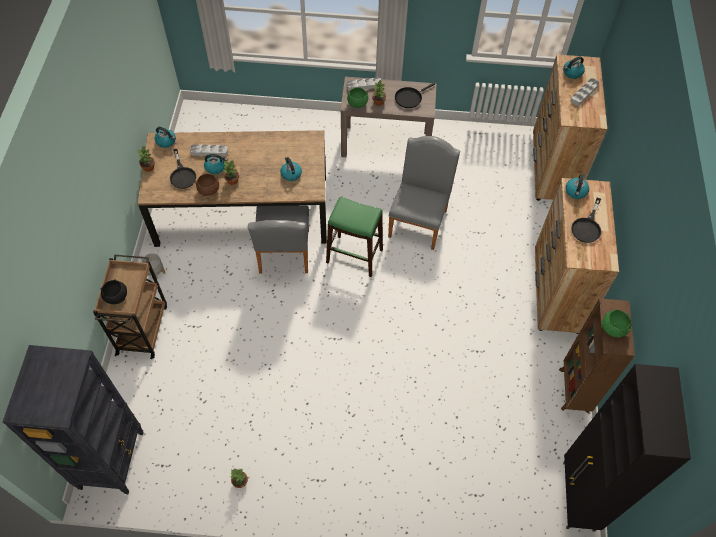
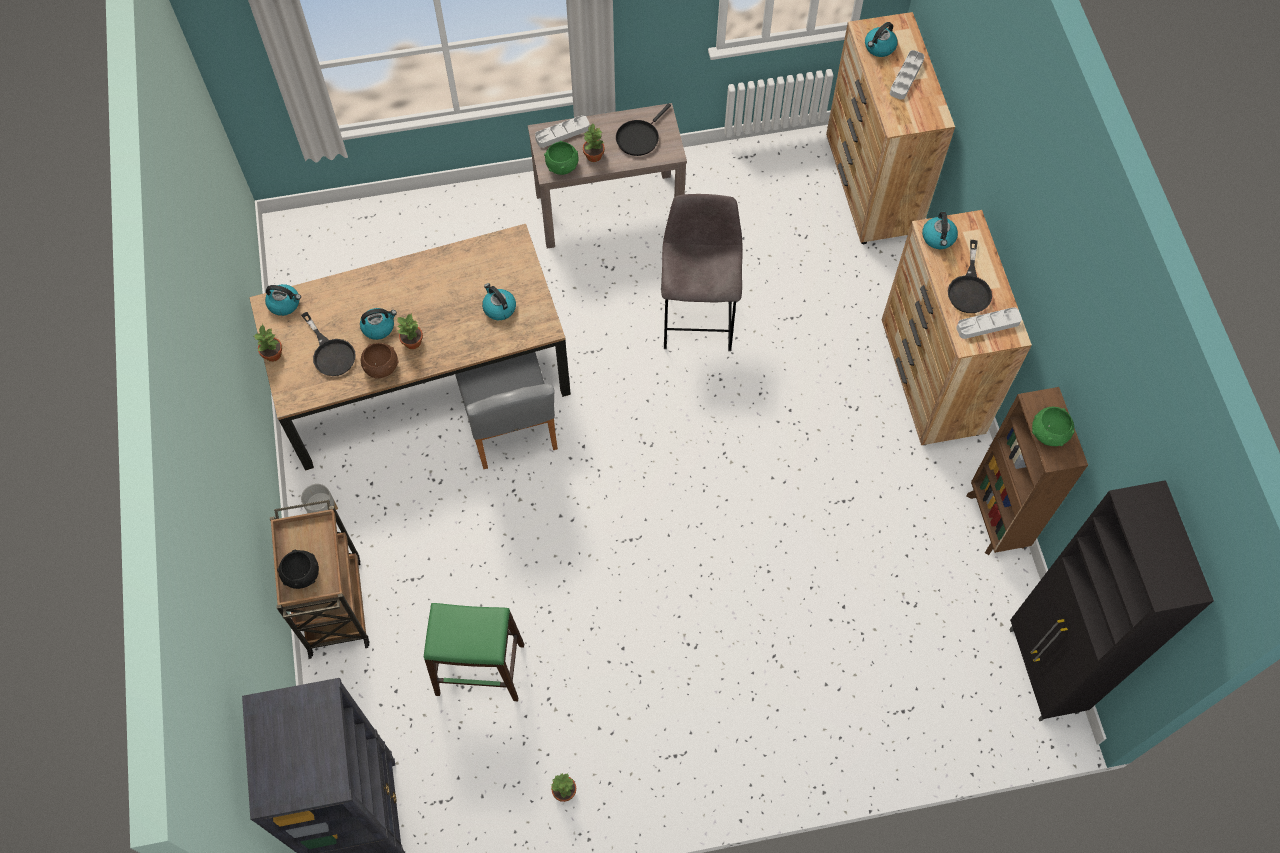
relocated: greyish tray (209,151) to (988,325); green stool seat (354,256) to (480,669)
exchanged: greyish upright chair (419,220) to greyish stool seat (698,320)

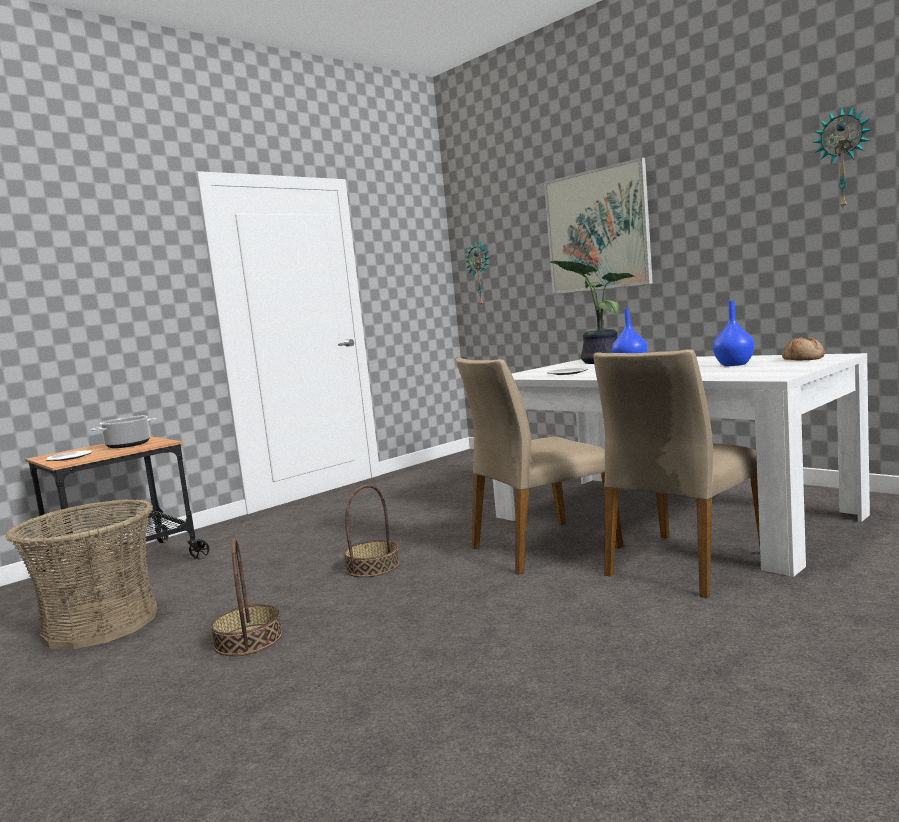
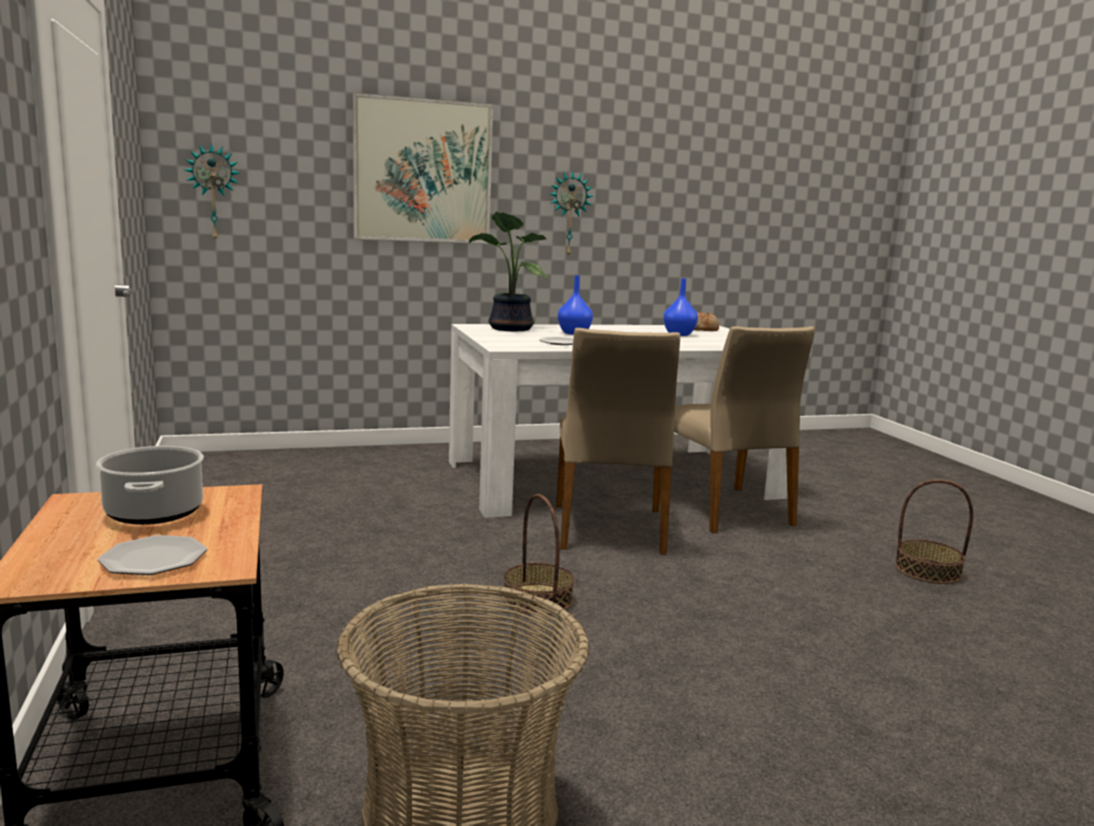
relocated: basket (248,640) to (928,571); wall clock (843,159) to (569,214)

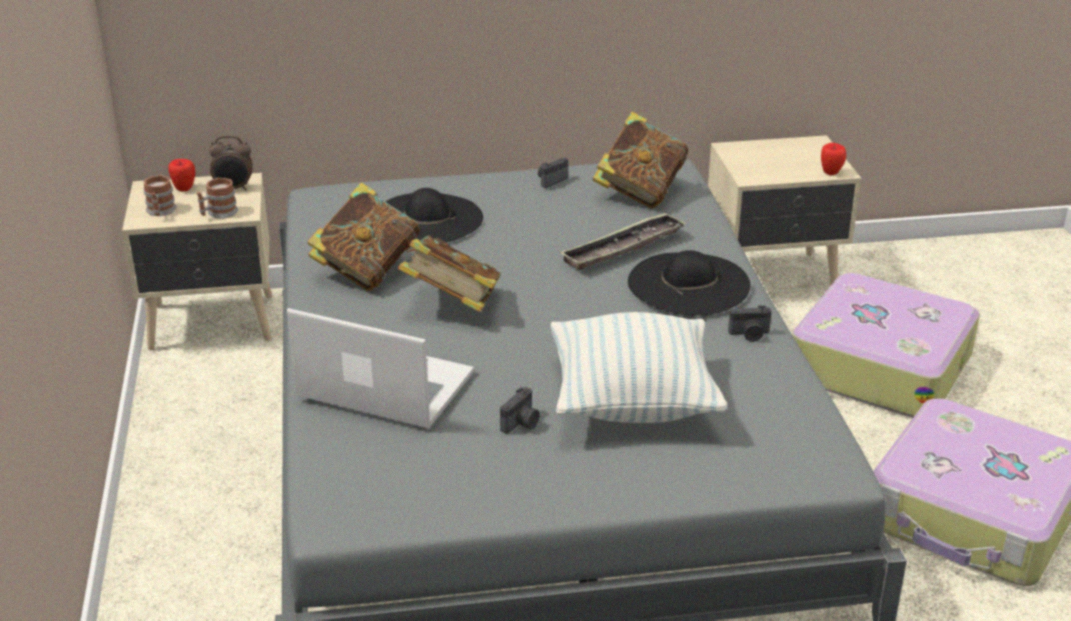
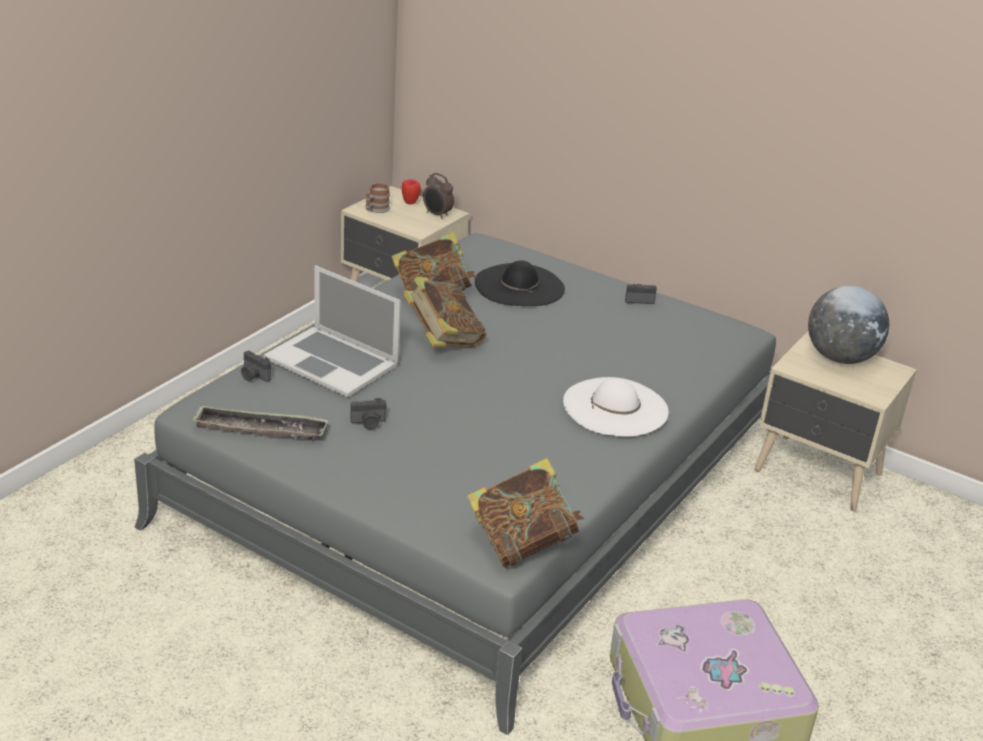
missing: coffee mug (218,213); cushion (632,402); travel case (879,365); apple (831,172)
appeared: desk globe (840,358)
relocated: tray (623,248) to (260,429); volume (640,192) to (522,544); photo camera (750,335) to (253,376)
colour: black wearable hat (688,283) to white-coloured wearable hat (615,407)
spun: laptop (385,385) = (332,361) 150 degrees clockwise

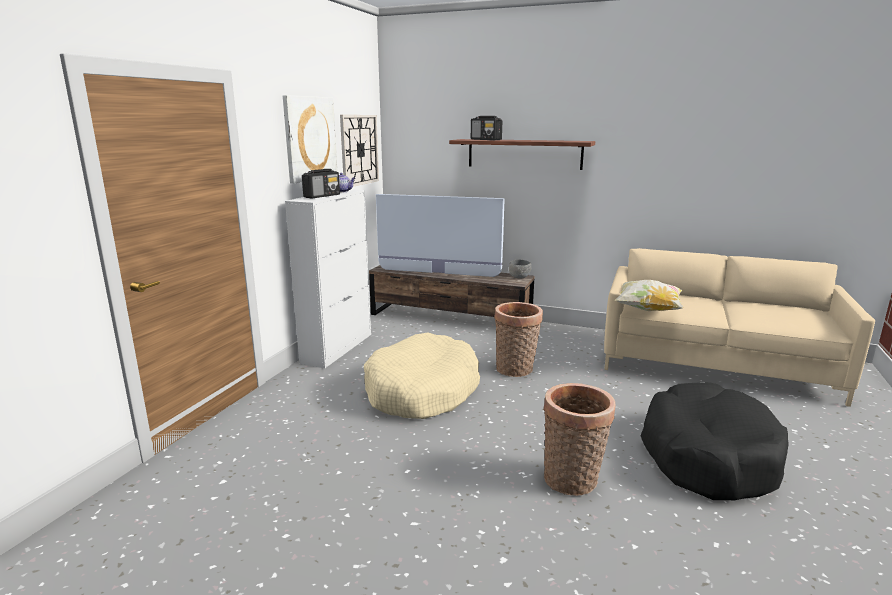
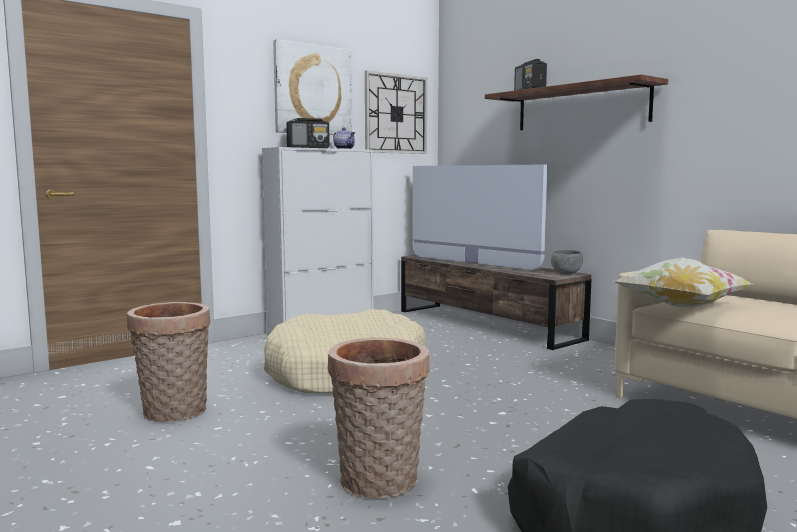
relocated: basket (516,370) to (174,414)

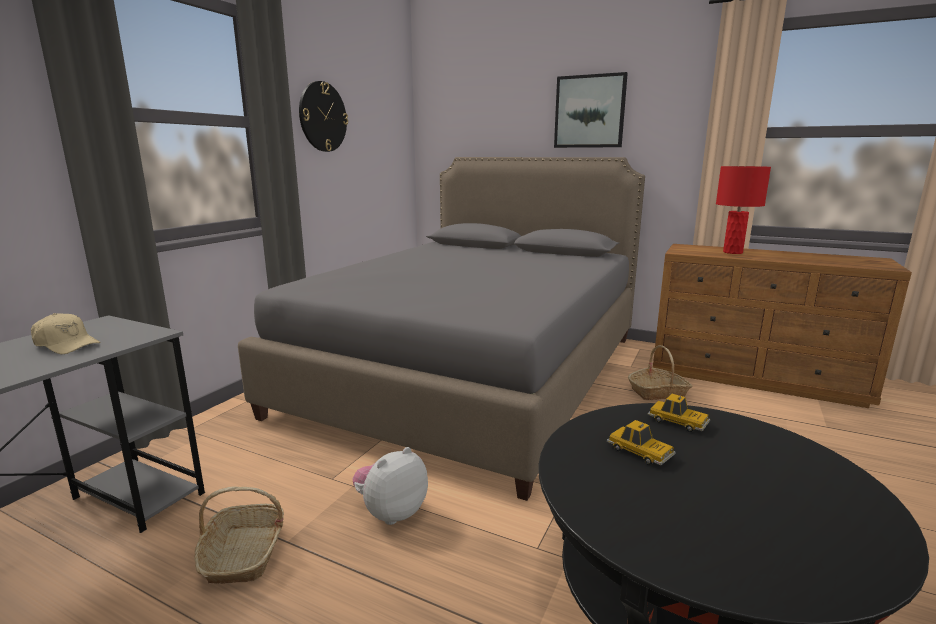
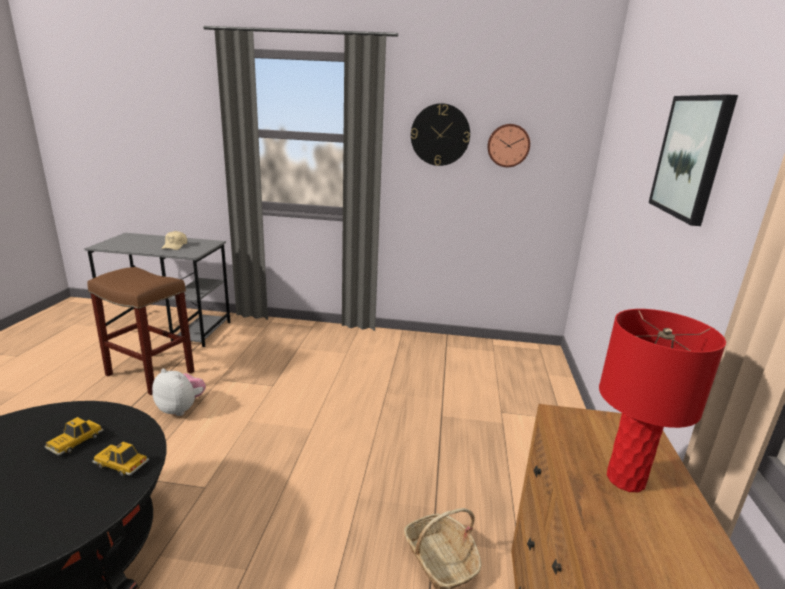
missing: greyish bedroom bed (472,373)
appeared: wall clock (508,145)
exchanged: basket (244,554) to brown-coloured stool seat (149,373)
spun: miniature car (677,422) = (121,464) 90 degrees clockwise

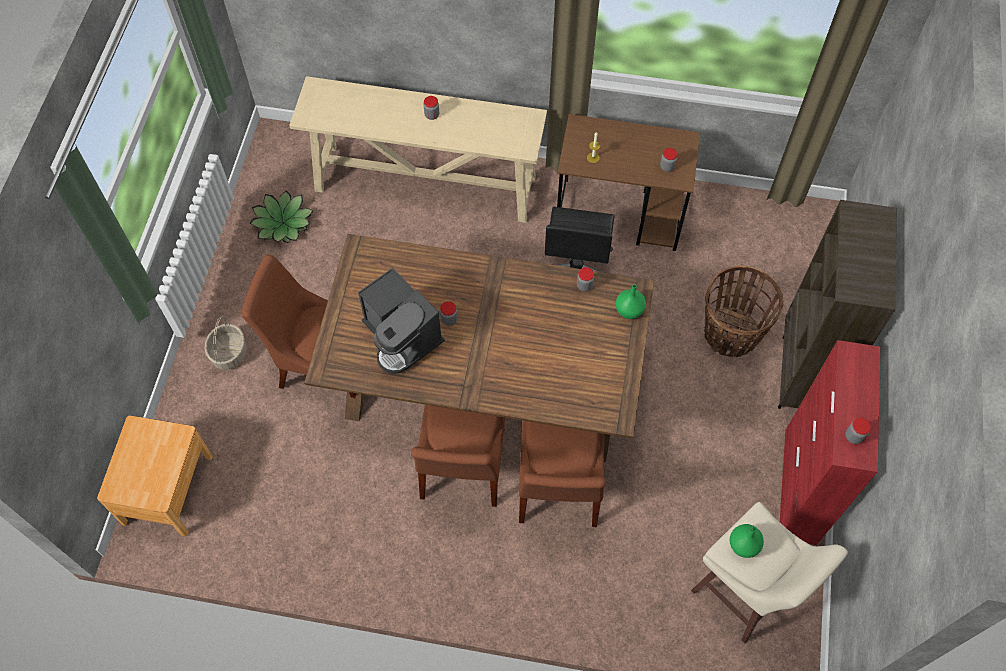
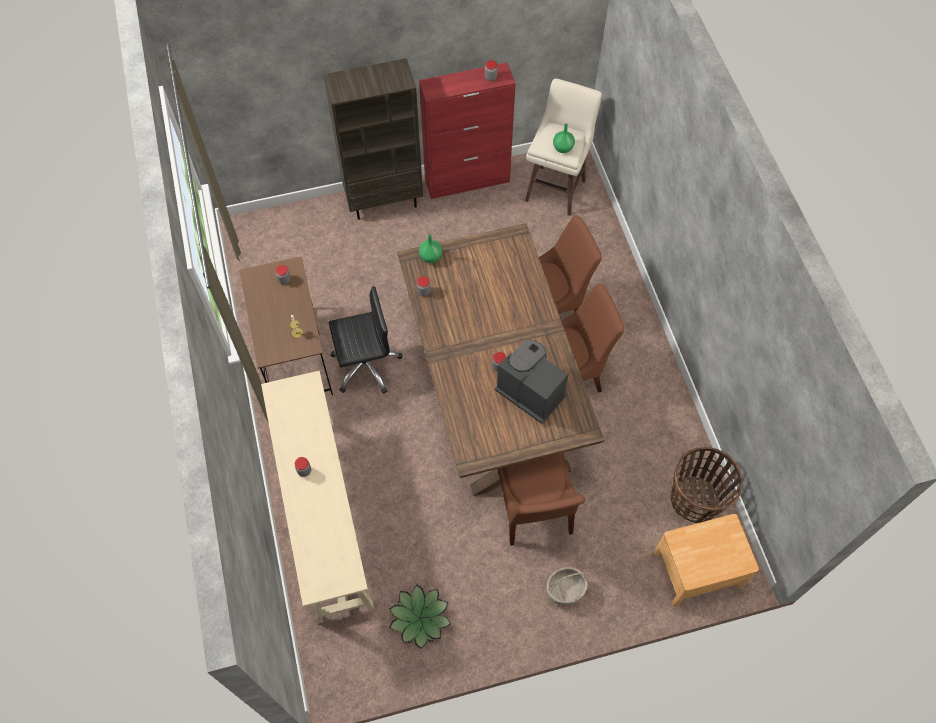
relocated: basket (731,334) to (695,500)
spun: coffee machine (402,337) = (530,391) 75 degrees counterclockwise

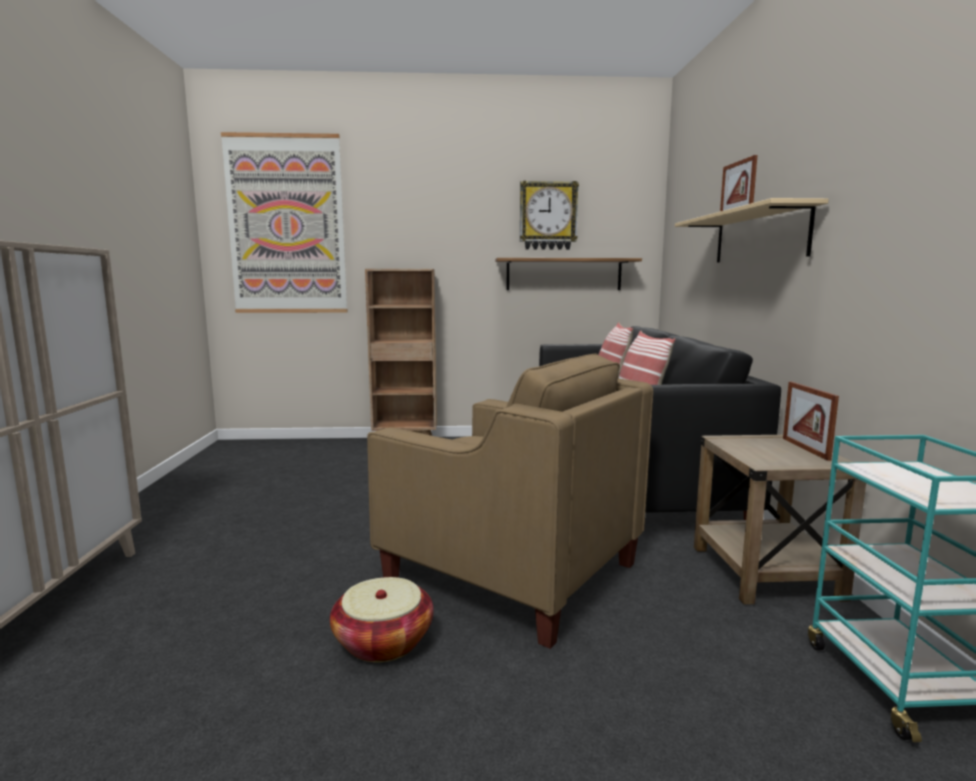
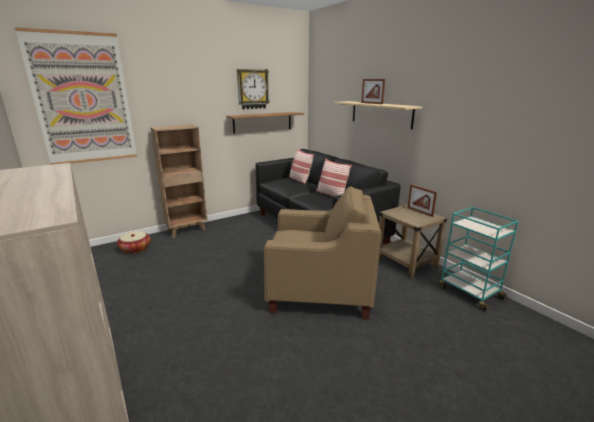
relocated: basket (383,641) to (135,249)

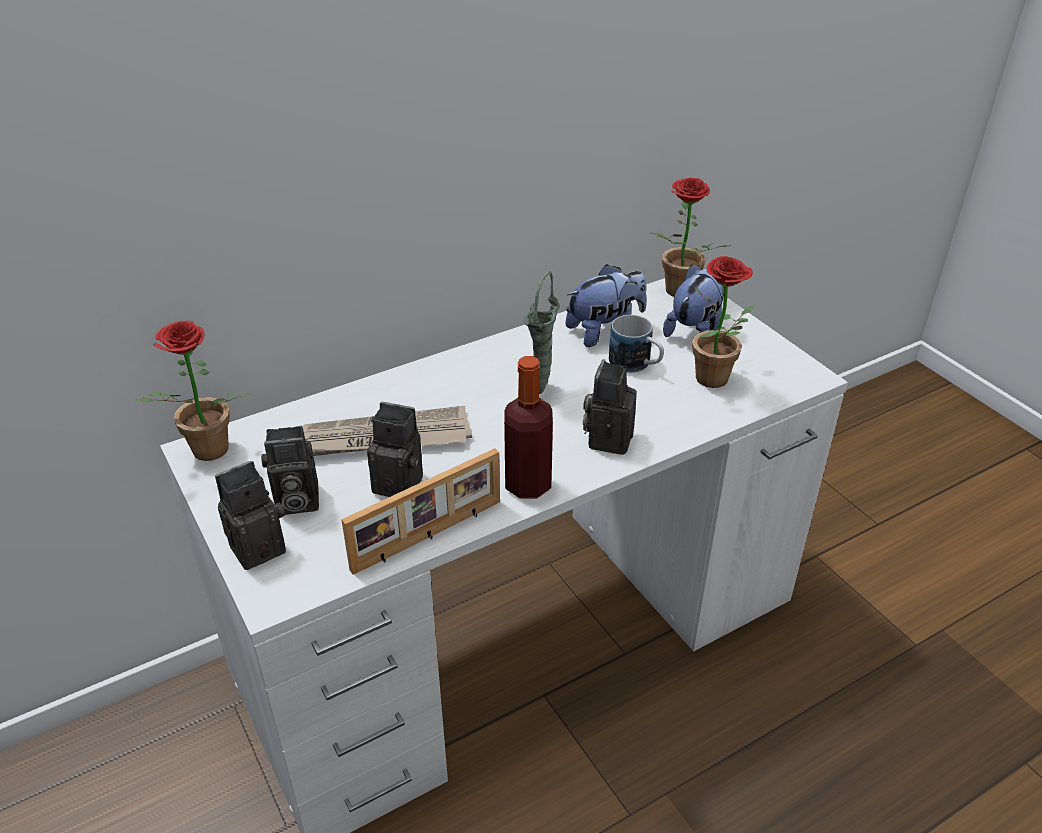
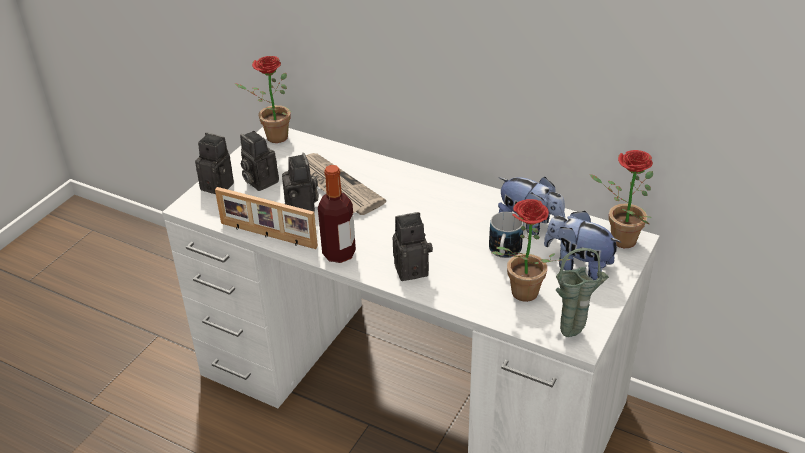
relocated: green vase (542,387) to (574,334)
spun: soft toy (696,330) = (578,266) 150 degrees counterclockwise

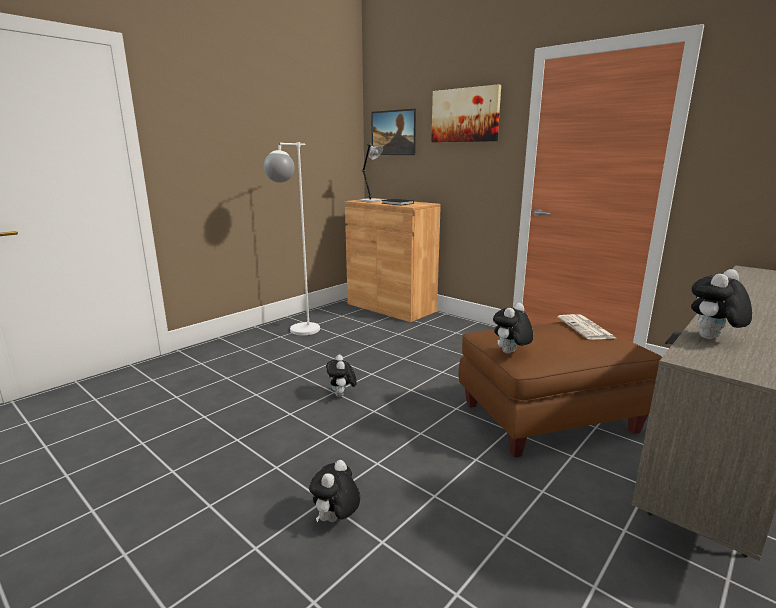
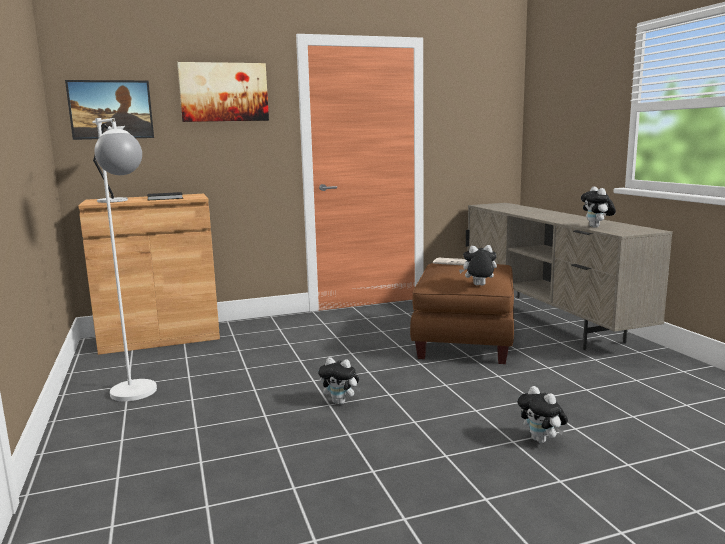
spun: soft toy (510,353) = (478,285) 105 degrees clockwise

